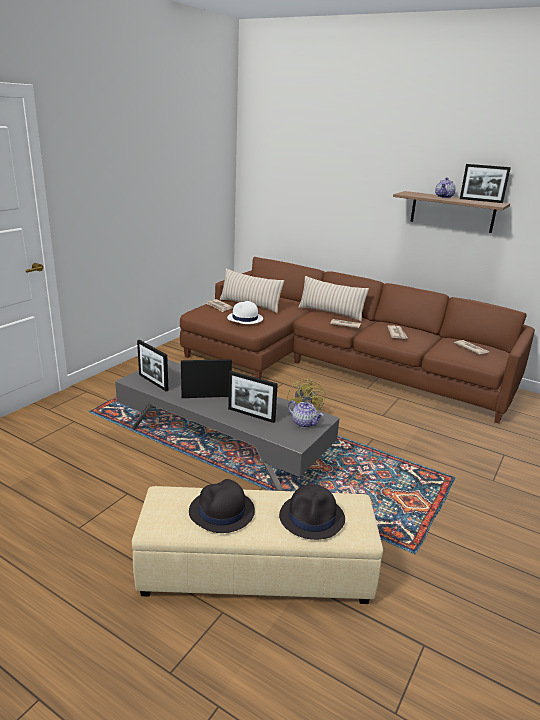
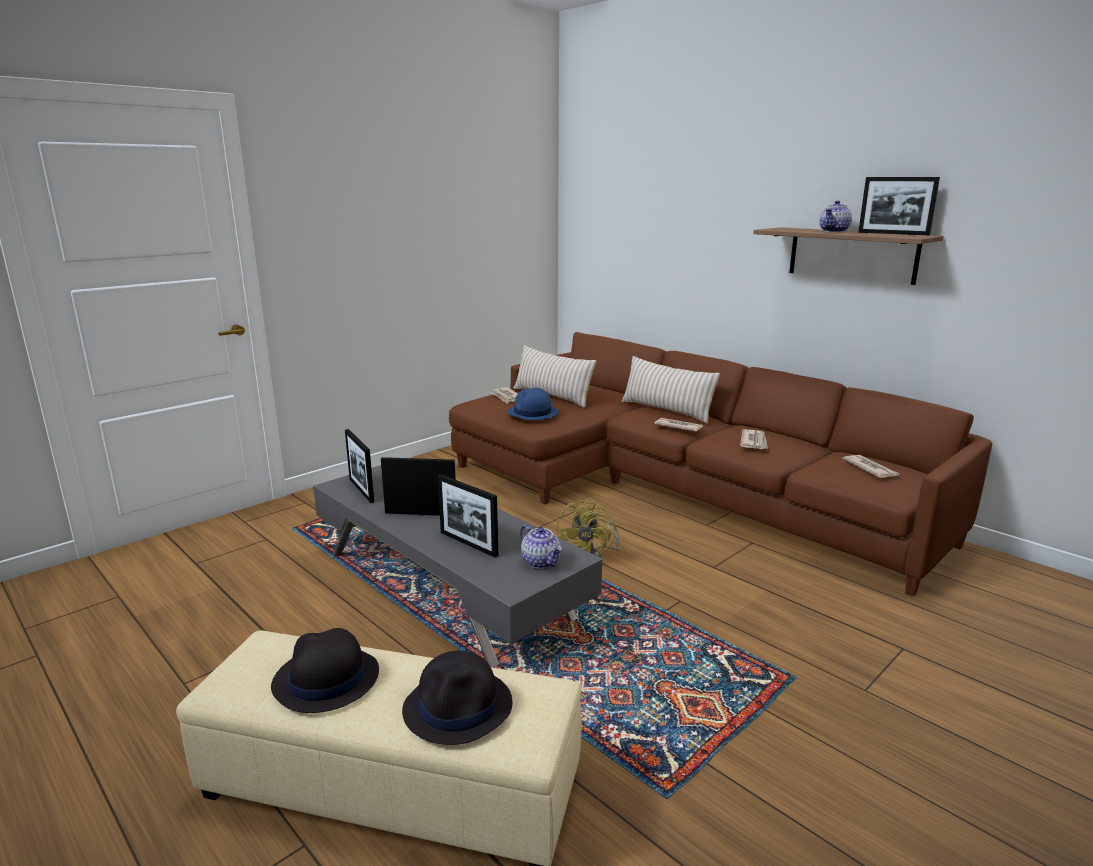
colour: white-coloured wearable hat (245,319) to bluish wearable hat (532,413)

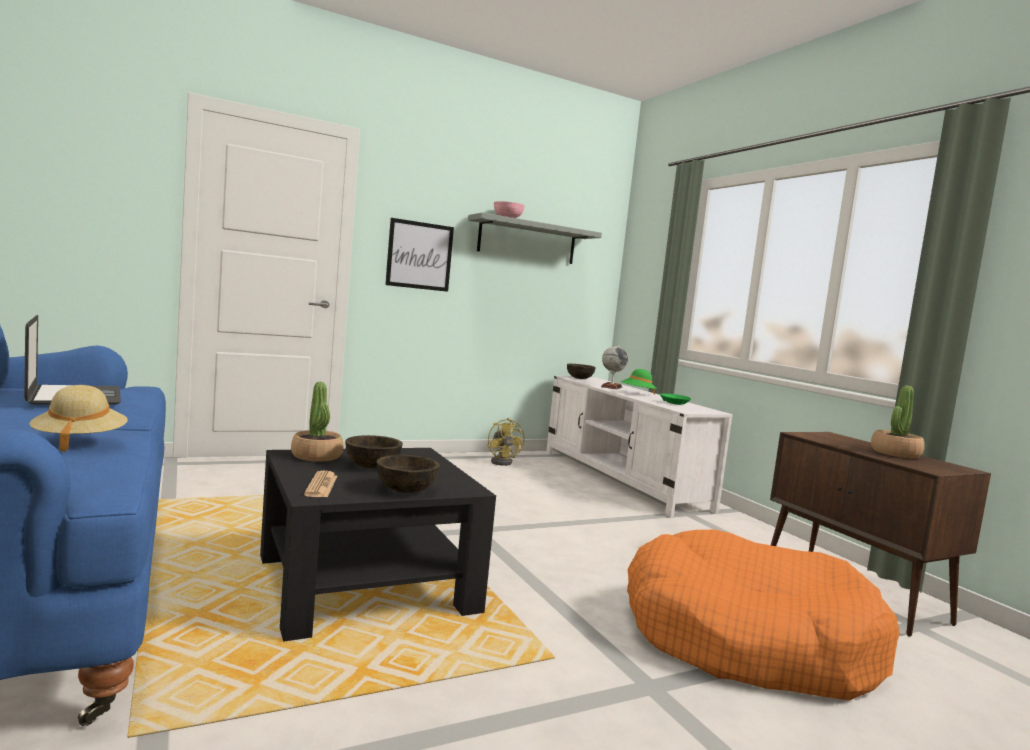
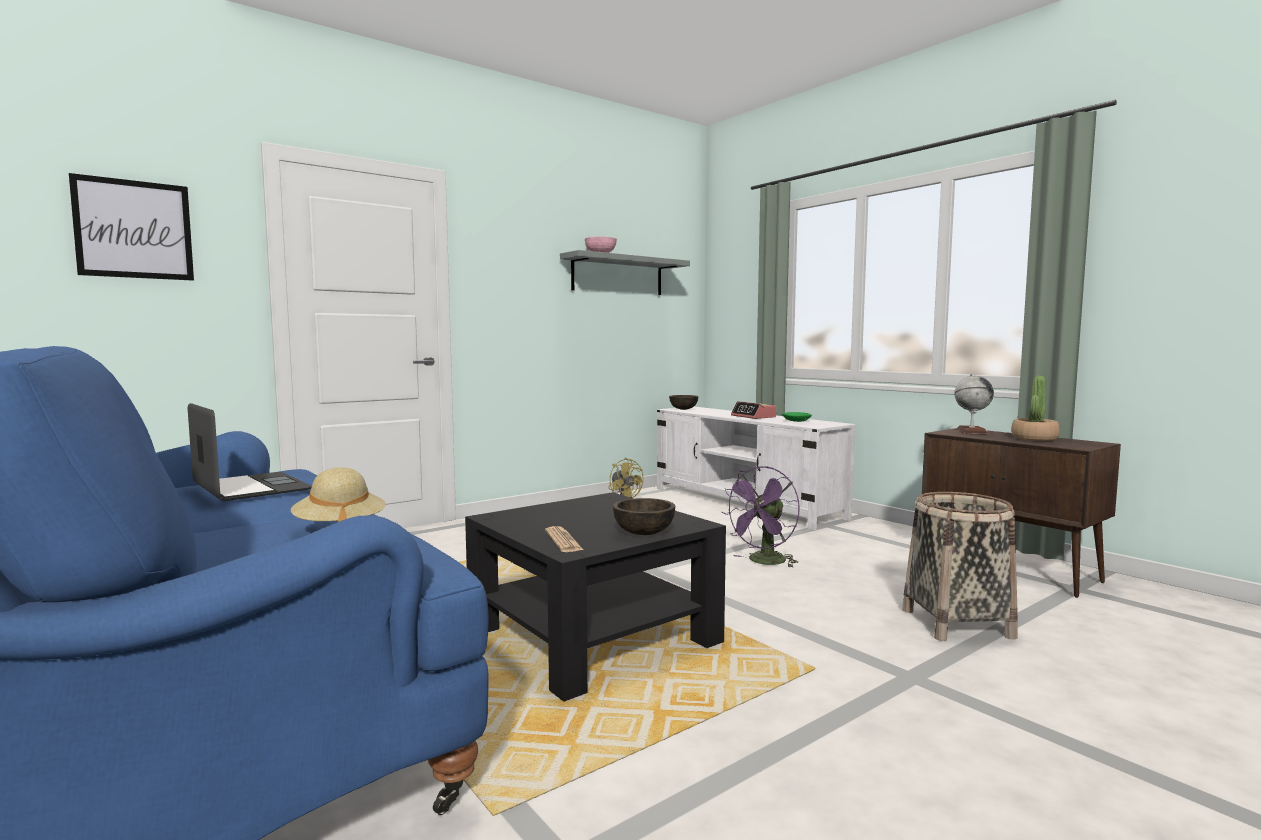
missing: potted plant (317,456); brown-coloured serving bowl (372,466)
appeared: purple-coloured cooling fan (764,562)
relocated: wall art (419,255) to (134,229); desk globe (611,387) to (971,432)
exchanged: green wearable hat (637,394) to alarm clock (753,416); orangey pet bed (747,639) to basket (957,623)

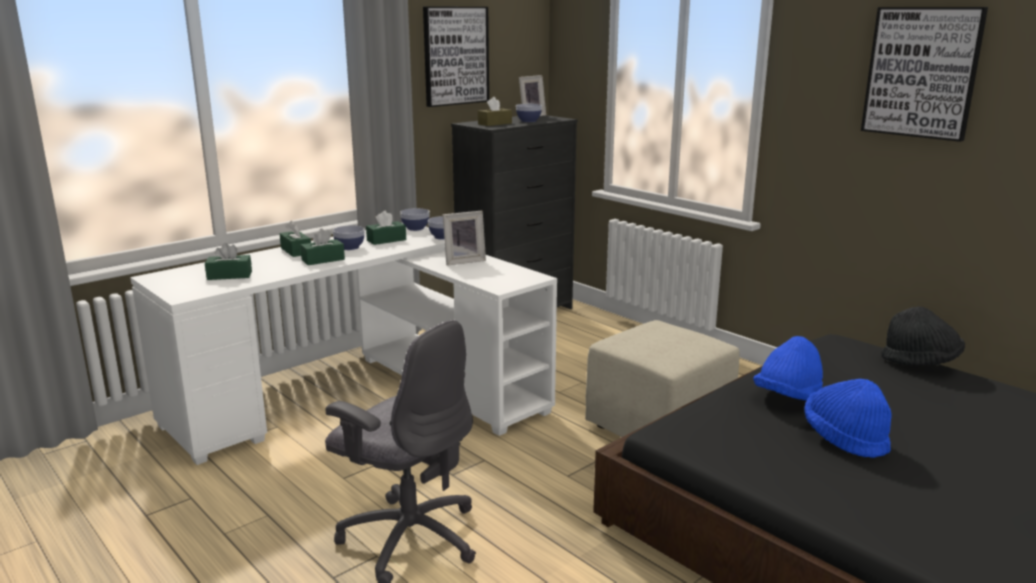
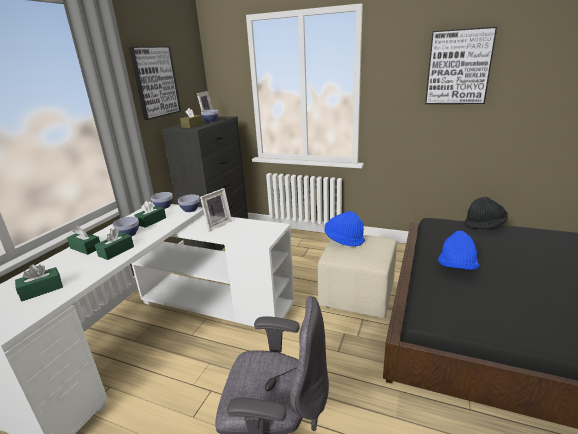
relocated: bluish wearable hat (844,438) to (344,240)

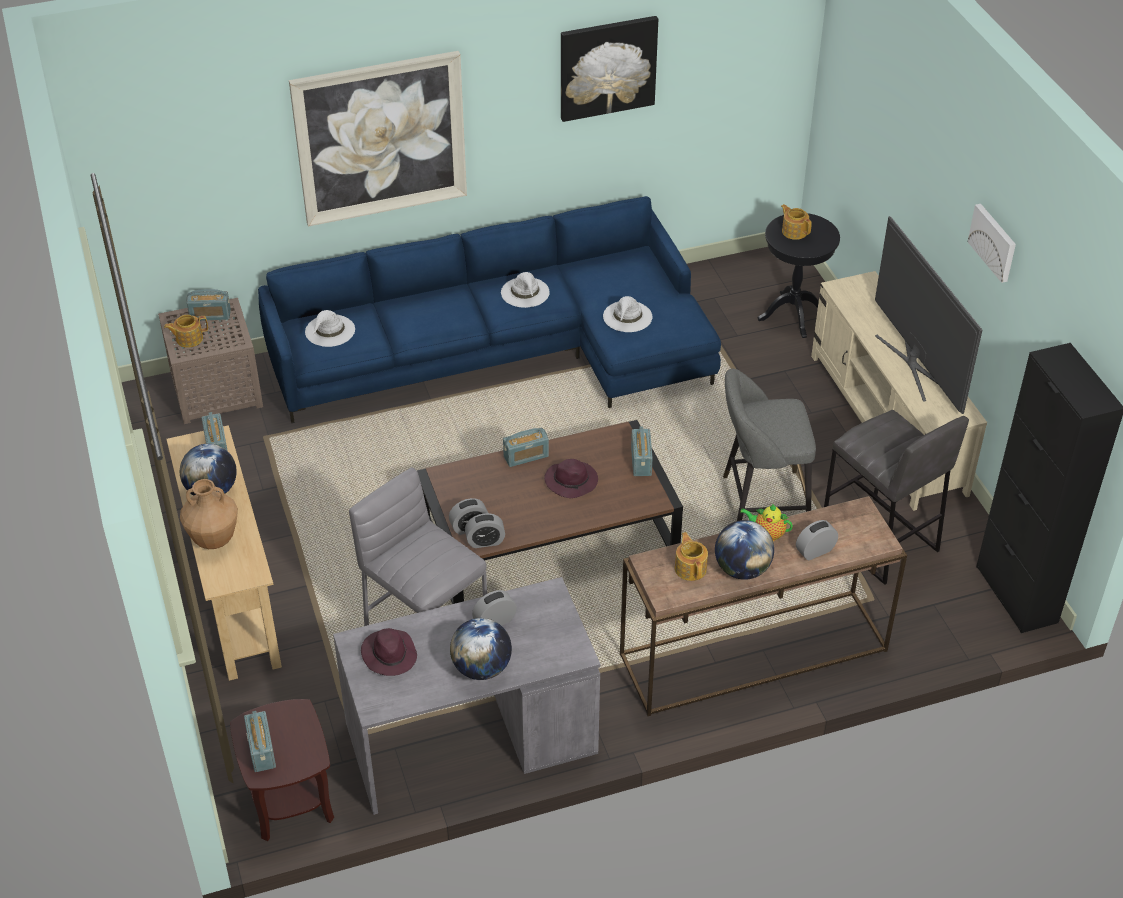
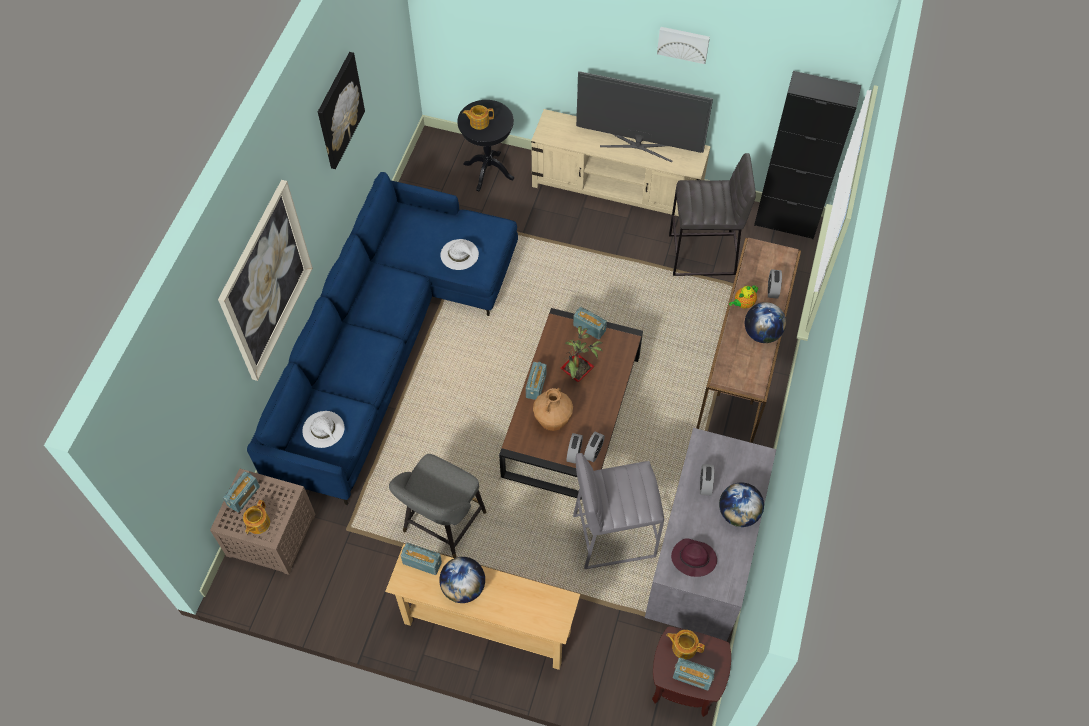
missing: white-coloured wearable hat (525,292)
relocated: brown-coloured vase (213,540) to (552,421); tea pot (690,568) to (683,646); greyish stool seat (760,501) to (442,525)
exchanged: purple-coloured wearable hat (572,481) to potted plant (578,374)

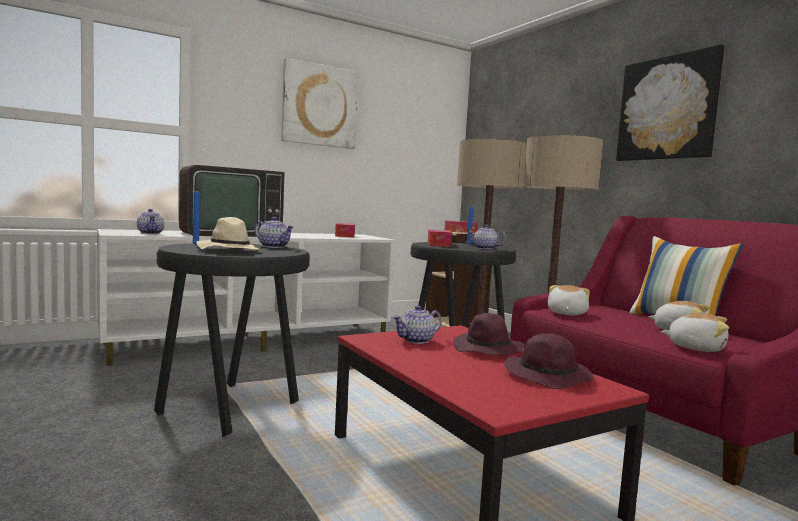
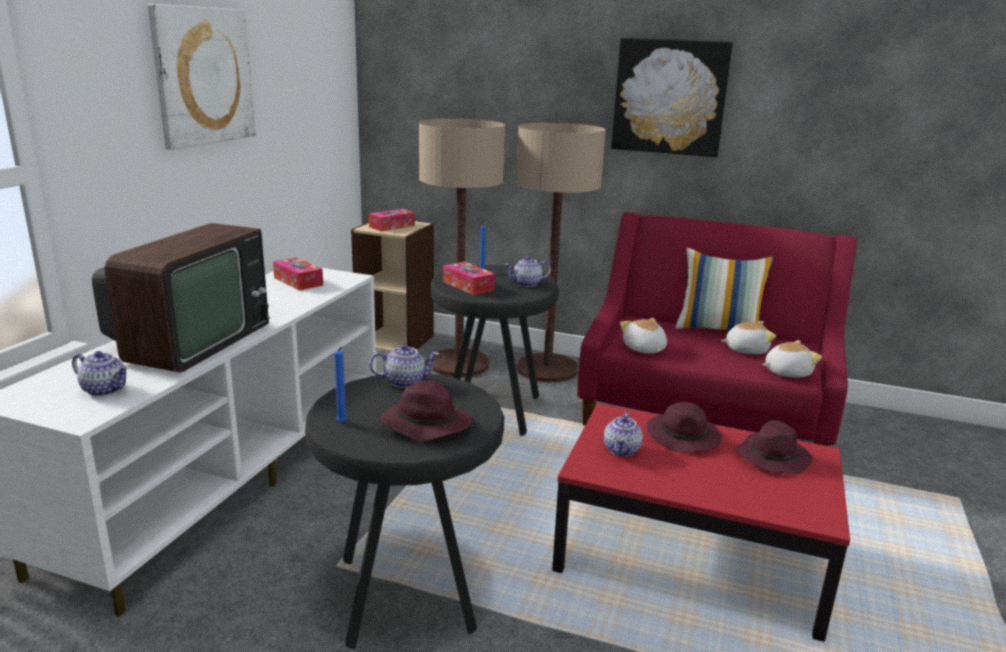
colour: beige wearable hat (228,251) to purple-coloured wearable hat (425,424)

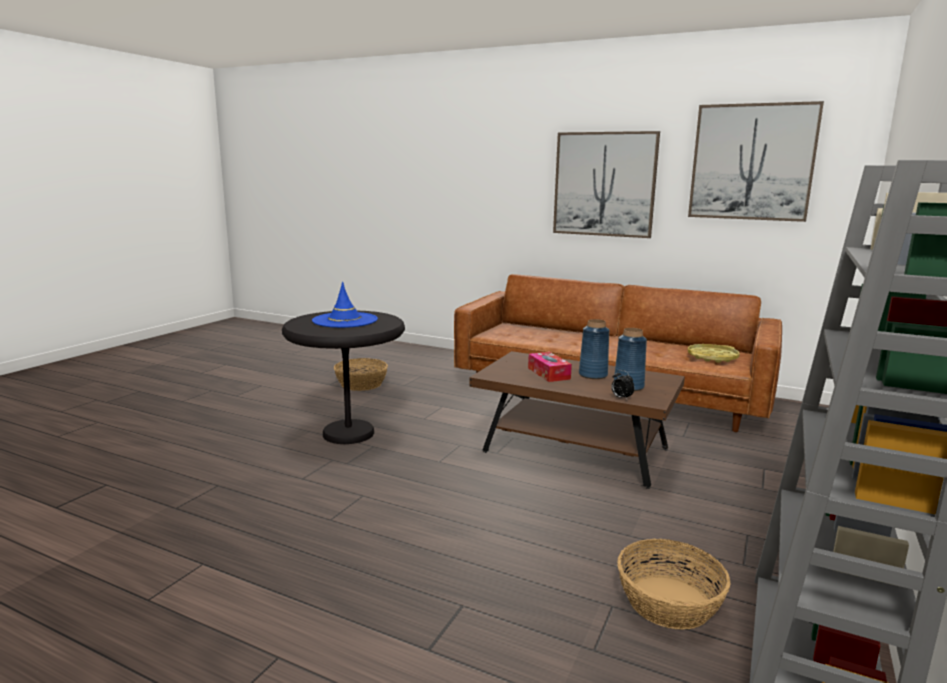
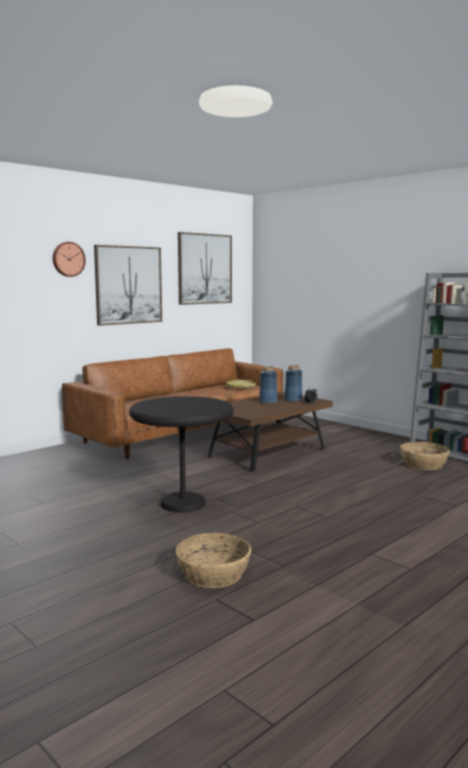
missing: bluish wearable hat (345,320); tissue holder (548,373)
appeared: wall clock (68,259)
relocated: basket (361,384) to (214,574)

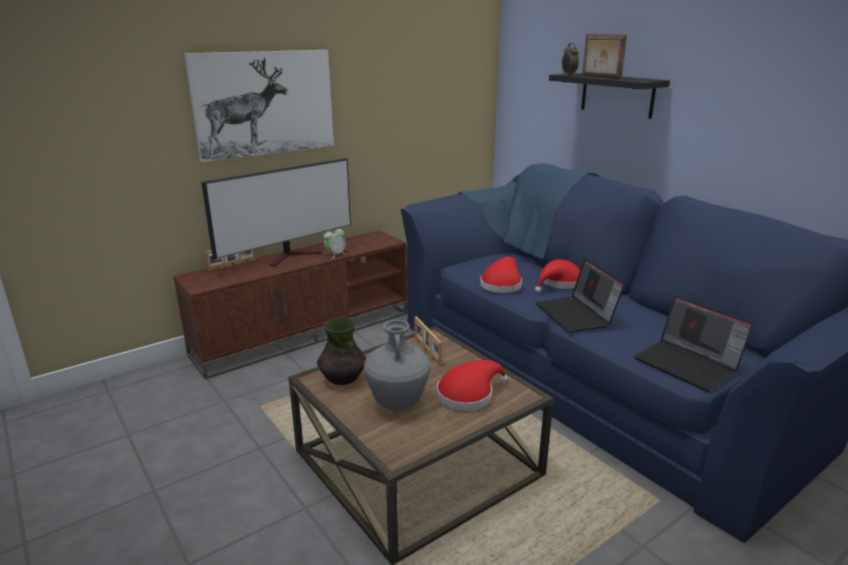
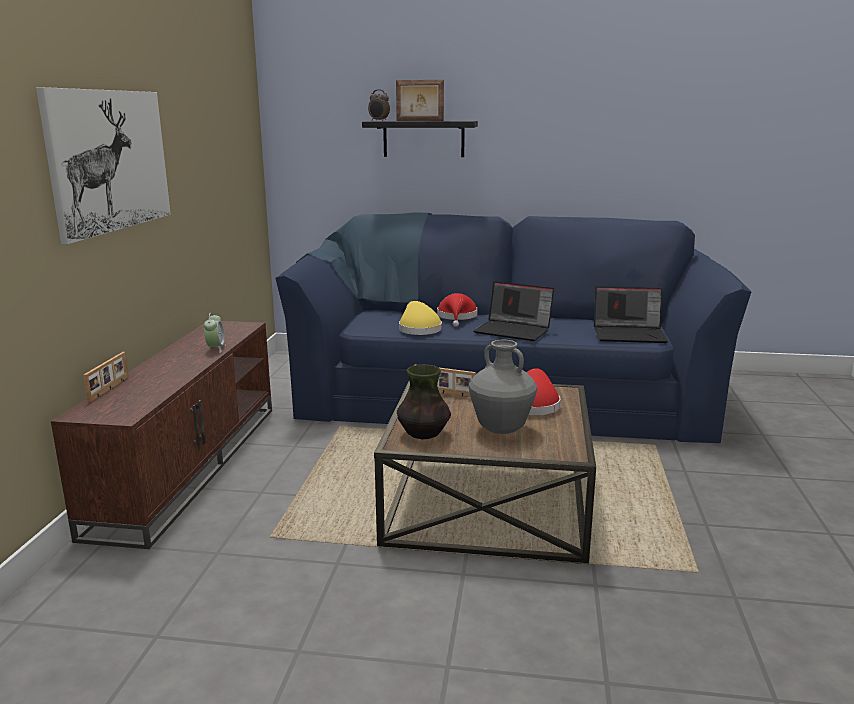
missing: television (293,256)
colour: red-coloured wearable hat (502,284) to yellow-coloured wearable hat (418,329)

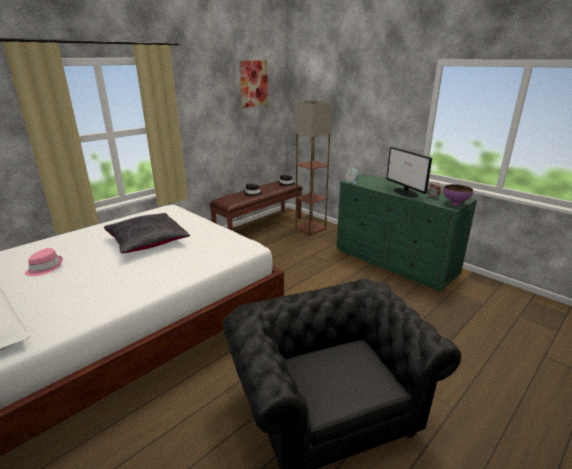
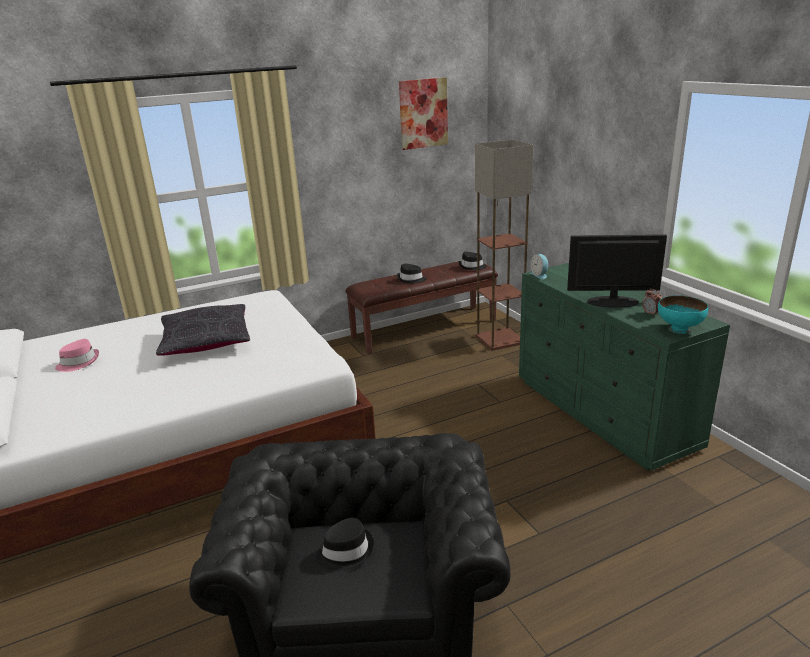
appeared: black wearable hat (345,551)
colour: purple-coloured serving bowl (455,204) to turquoise-coloured serving bowl (679,329)
spun: computer screen (405,192) = (611,301) 105 degrees clockwise

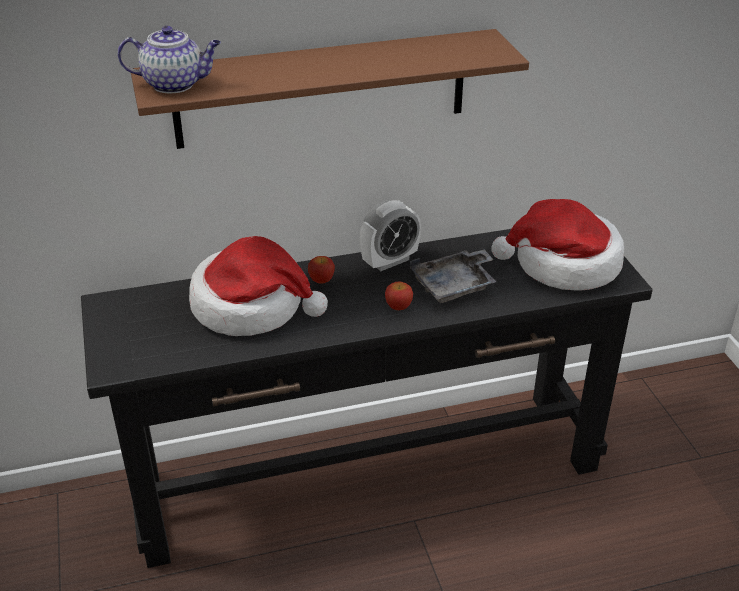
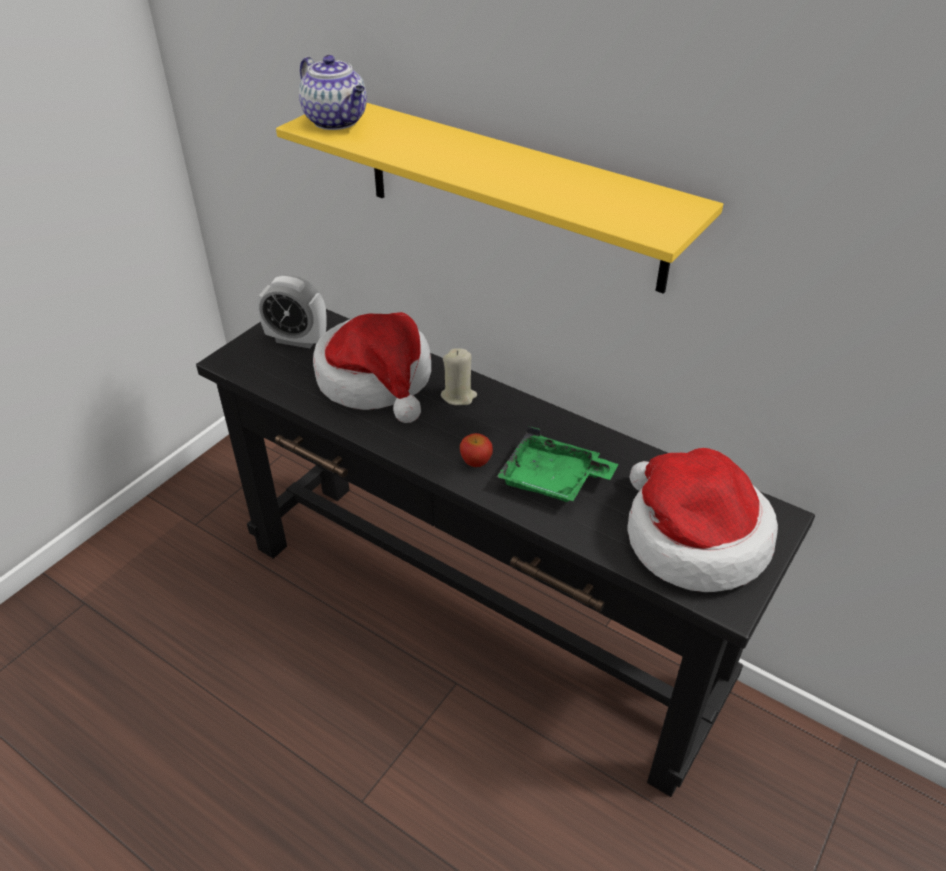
relocated: alarm clock (389,261) to (296,340)
exchanged: apple (321,280) to beige wax light (458,396)
colour: brown-coloured shelf (321,89) to yellow-coloured shelf (511,193); greyish tray (454,286) to green tray (553,480)

